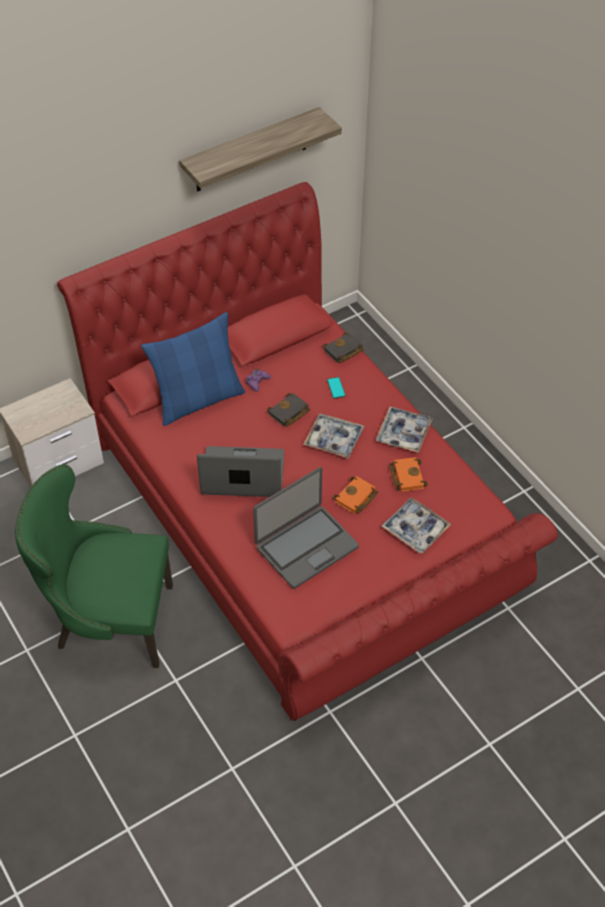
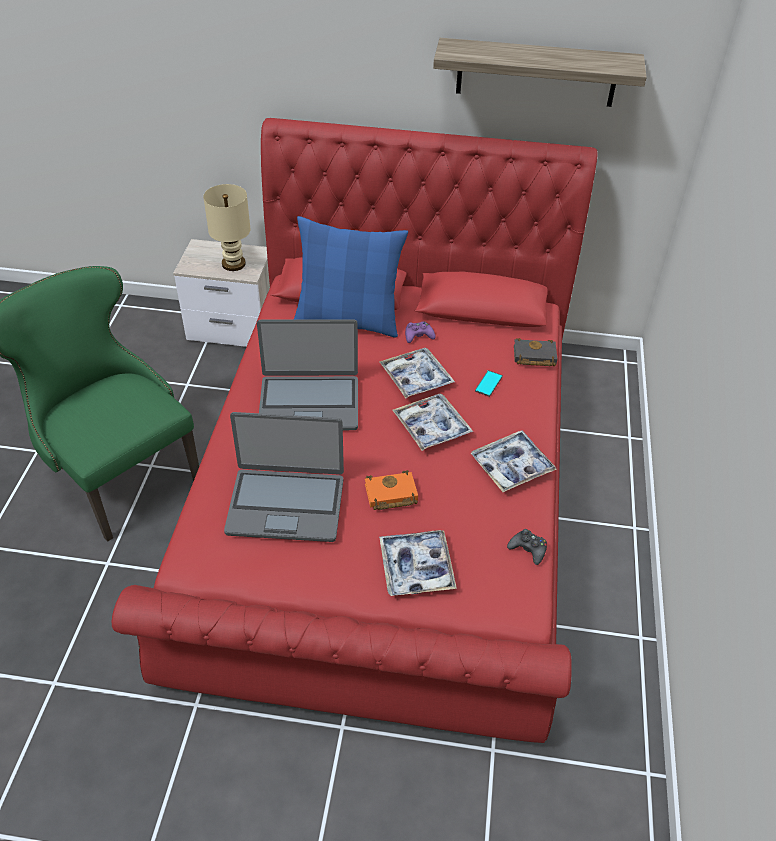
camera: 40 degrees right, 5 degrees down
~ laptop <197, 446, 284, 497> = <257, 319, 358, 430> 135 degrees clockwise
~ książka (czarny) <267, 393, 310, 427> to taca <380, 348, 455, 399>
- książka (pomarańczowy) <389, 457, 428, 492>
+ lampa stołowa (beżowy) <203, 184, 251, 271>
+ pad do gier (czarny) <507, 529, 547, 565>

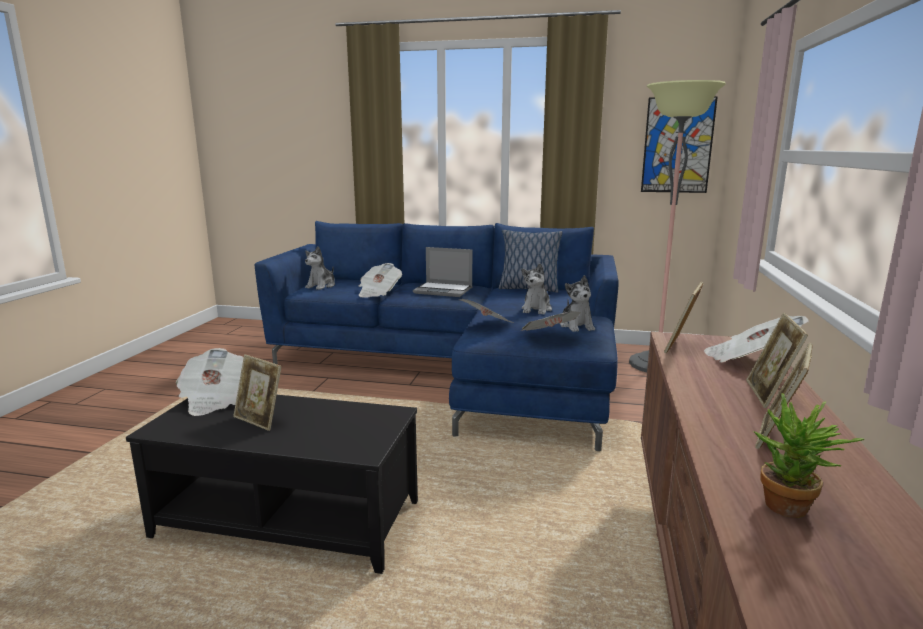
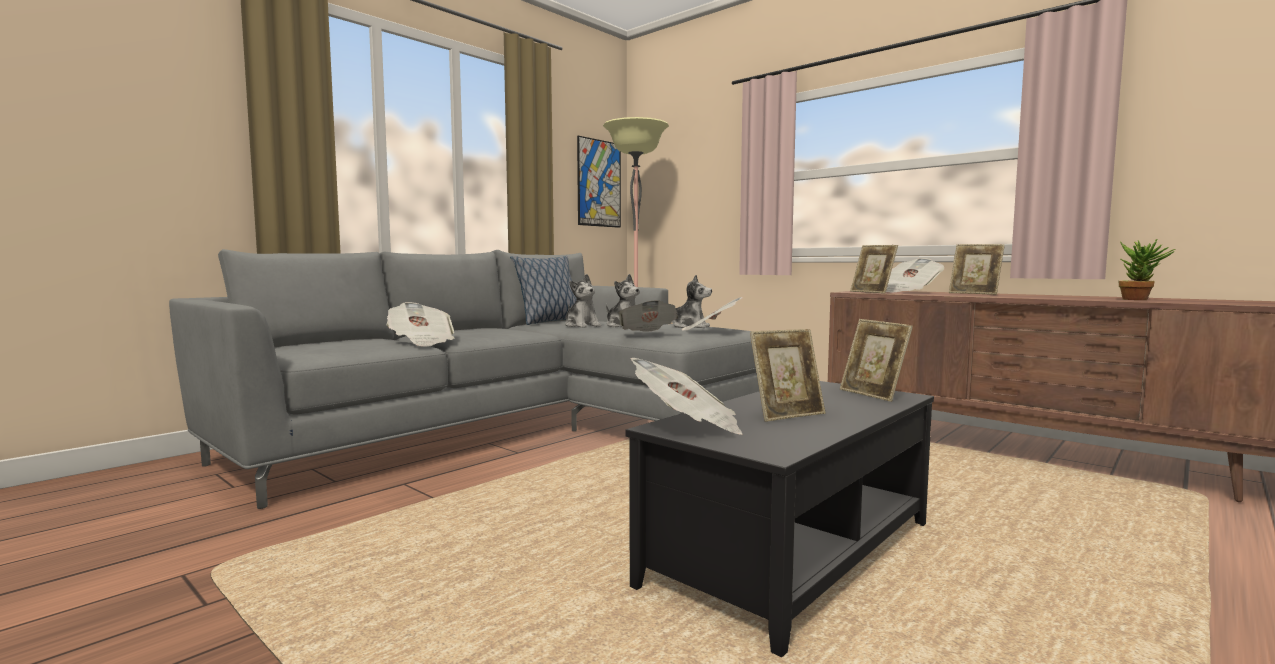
camera: 60 degrees left, 10 degrees down
~ kanapa (niebieski) <255, 221, 619, 451> to kanapa (szary) <169, 249, 759, 509>
~ pluszak <305, 246, 335, 290> to <565, 274, 601, 328>
- laptop <413, 247, 472, 297>
~ ramka na zdjęcie <755, 343, 813, 449> to <840, 319, 913, 402>

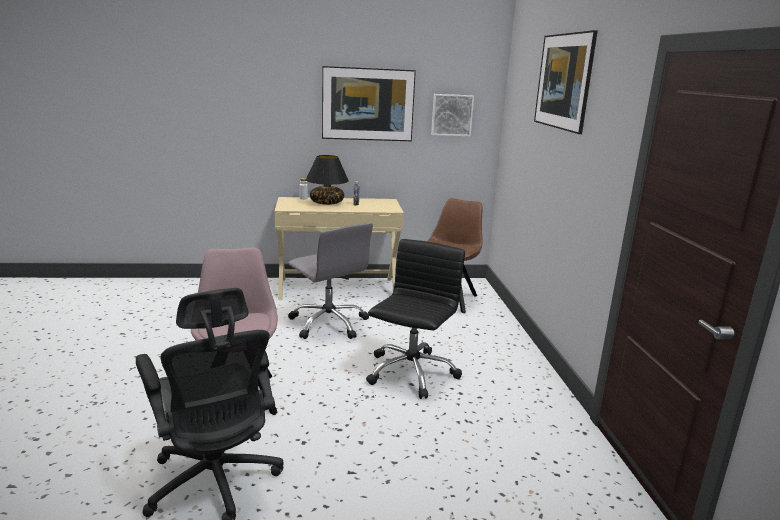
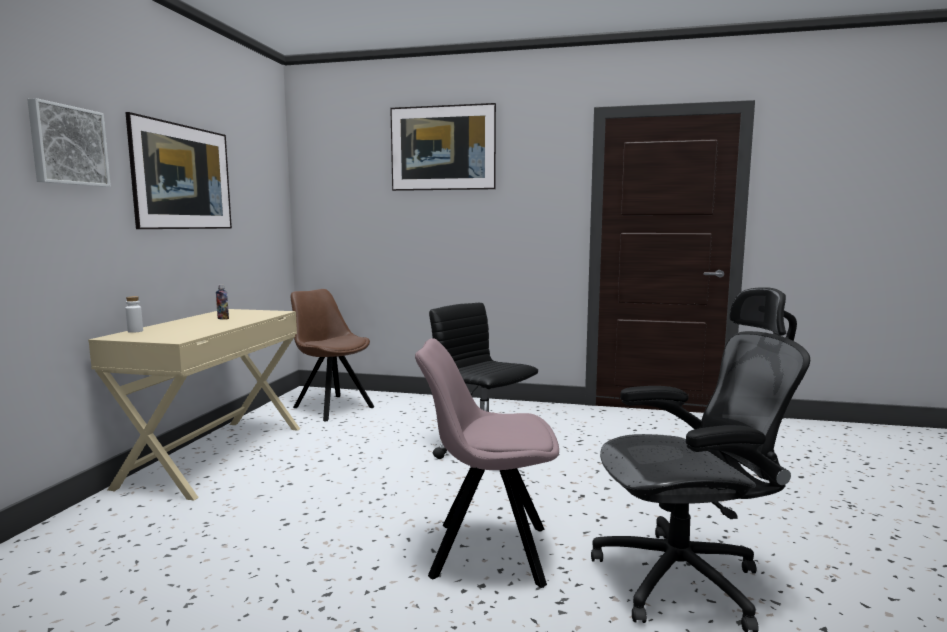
camera: 70 degrees left, 10 degrees down
- krzesło biurowe (szary) <288, 223, 373, 339>
- lampa stołowa (czarny) <306, 155, 349, 205>
~ obraz <431, 94, 474, 136> to <27, 98, 111, 187>

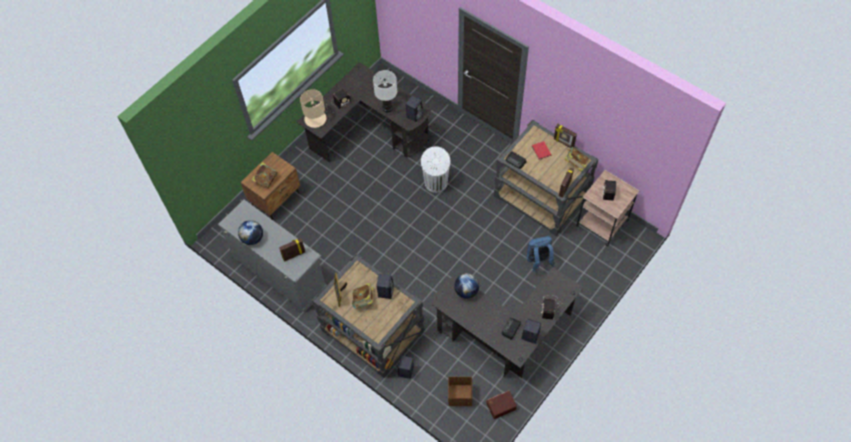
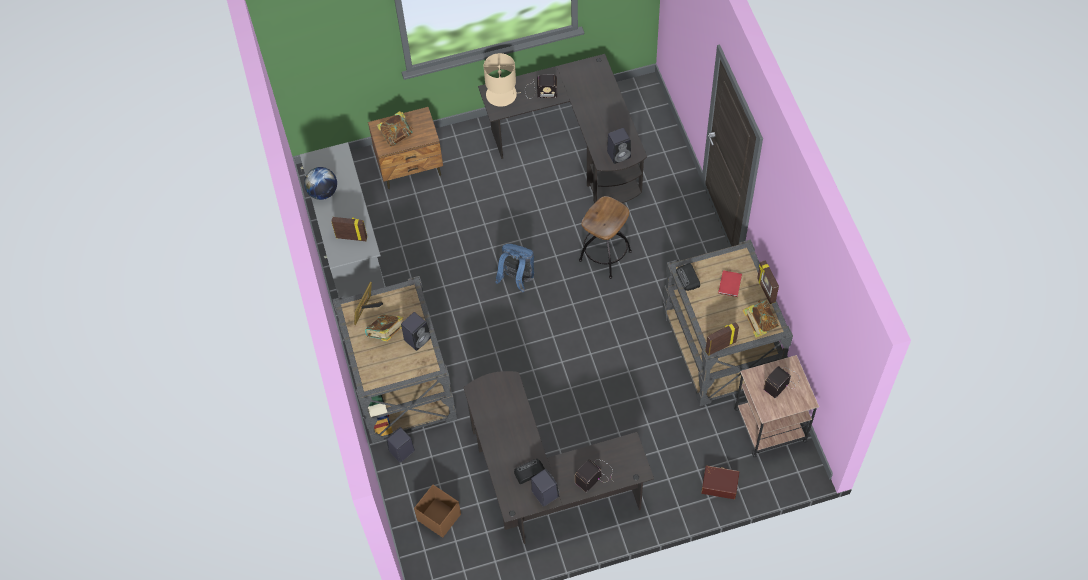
camera: 35 degrees right, 0 degrees up
- lampa stołowa (biały) <373, 70, 397, 112>
~ kosz na śmieci (biały) <421, 146, 450, 193> to stołek (brązowy) <579, 196, 632, 279>
- globus <454, 273, 479, 299>
~ pojemnik do przechowywania (brązowy) <486, 390, 517, 419> to <701, 465, 739, 499>
~ plecak (niebieski) <527, 236, 555, 271> to <495, 244, 534, 293>

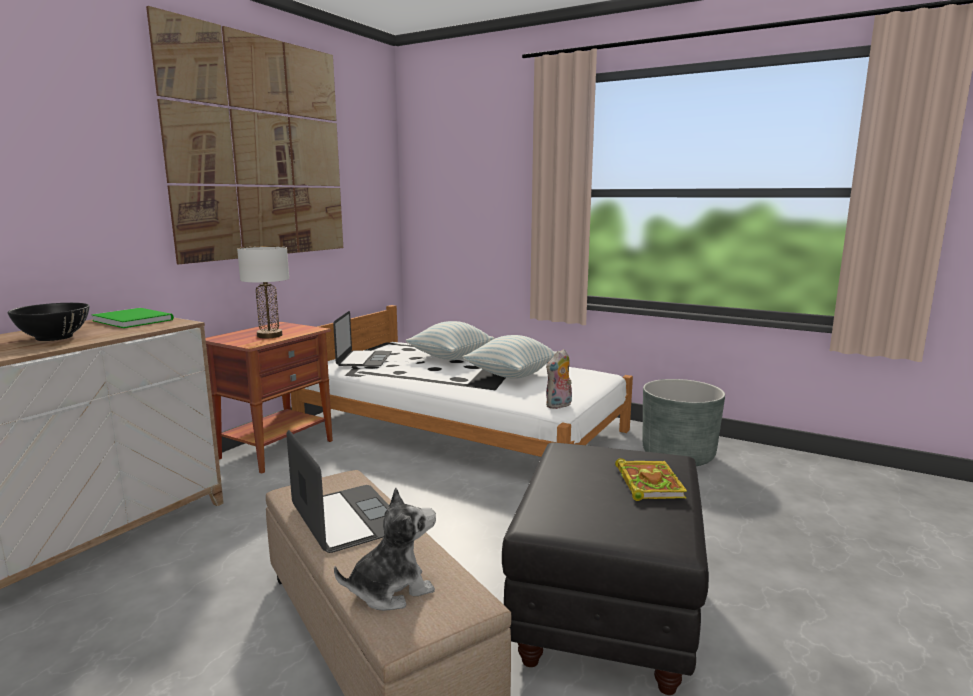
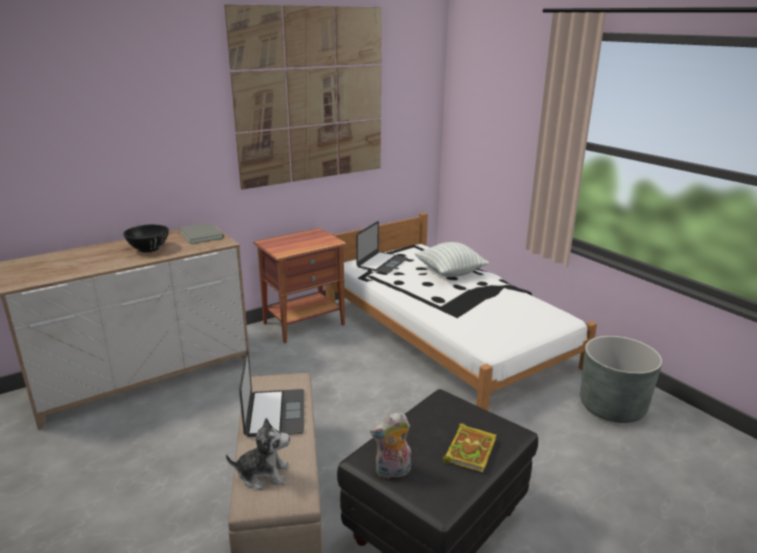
camera: 25 degrees right, 10 degrees up
~ książka (zielony) <92, 308, 174, 328> to książka (szary) <179, 223, 224, 244>
- lampa stołowa <237, 246, 289, 339>
- poduszka <463, 335, 556, 379>
~ pluszak <546, 349, 572, 409> to <370, 412, 411, 479>

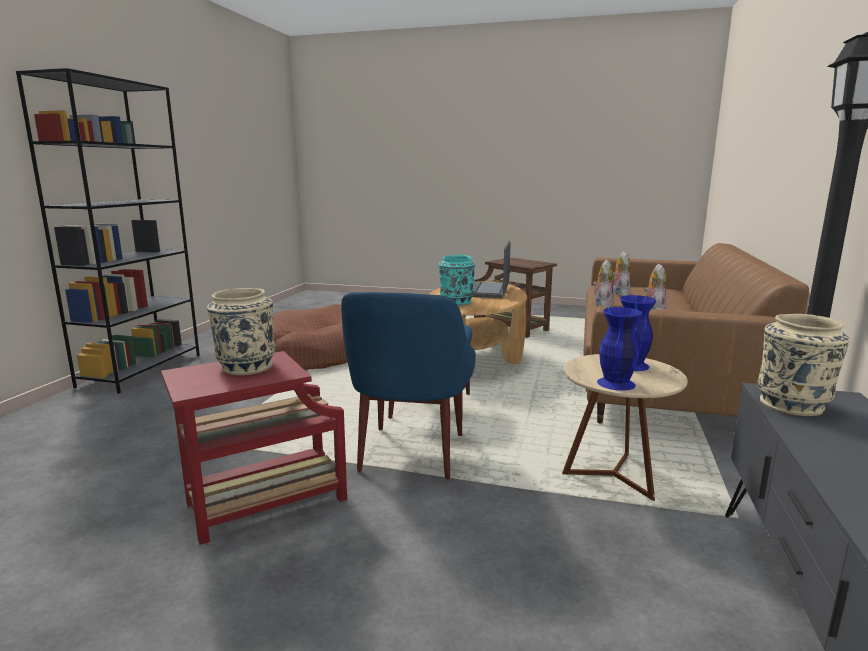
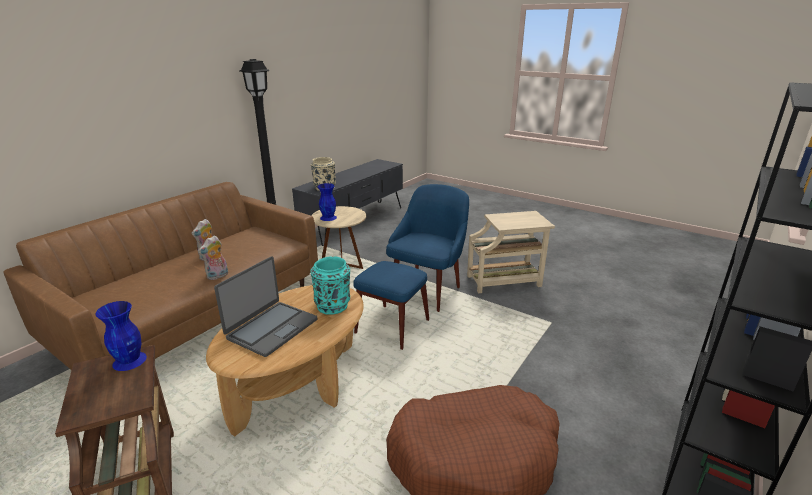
camera: 160 degrees left, 10 degrees up
~ stolik (czerwony) <161, 351, 347, 545> to stolik (beżowy) <467, 211, 555, 293>
- wazon (beżowy) <207, 288, 276, 375>
~ wazon (niebieski) <597, 307, 643, 391> to <95, 301, 147, 371>
- pluszak <613, 251, 631, 296>

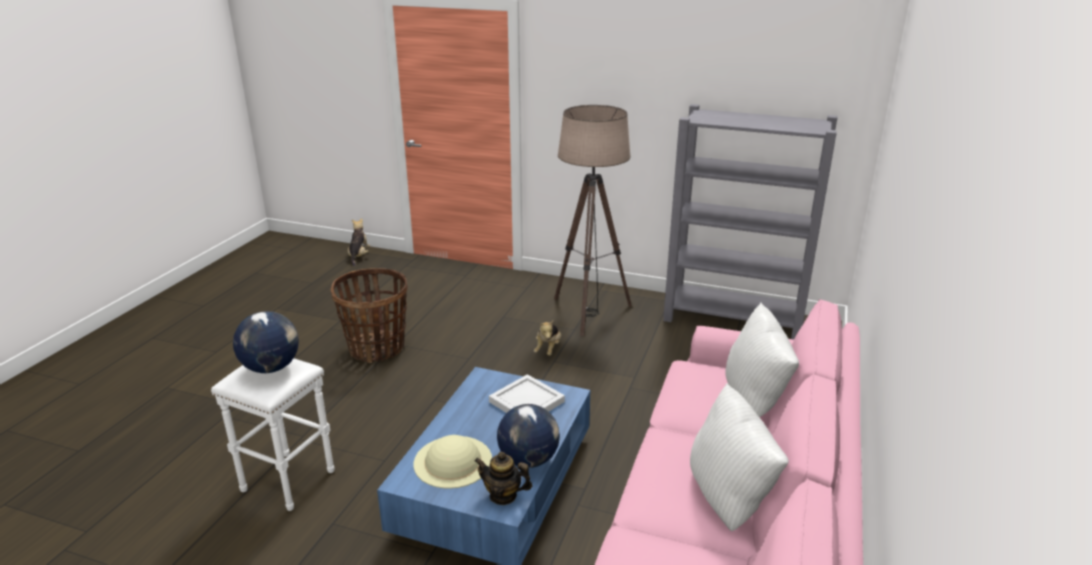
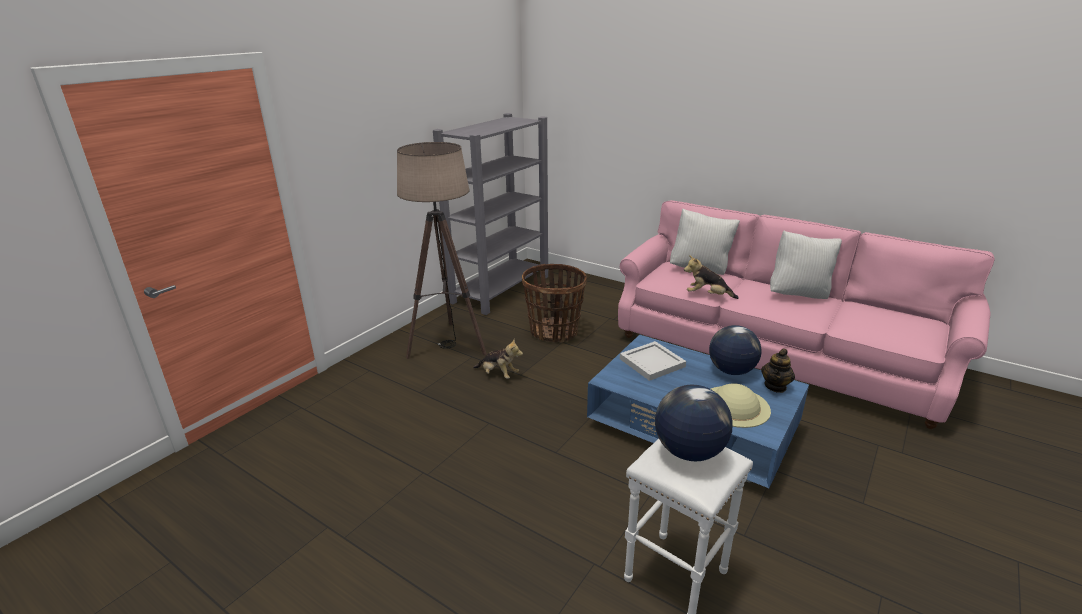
camera: 75 degrees left, 0 degrees up
~ koszyk <331, 268, 407, 363> to <522, 264, 587, 343>
~ pluszak <348, 218, 370, 267> to <684, 255, 739, 299>

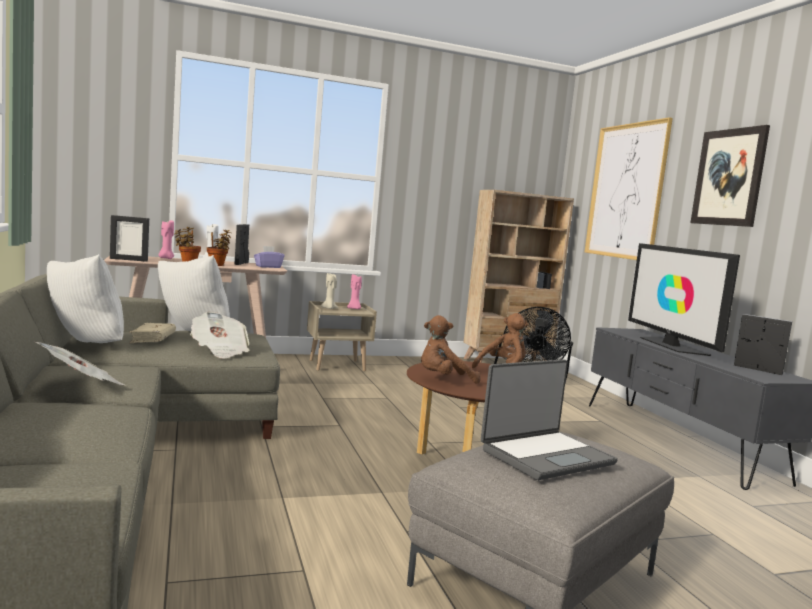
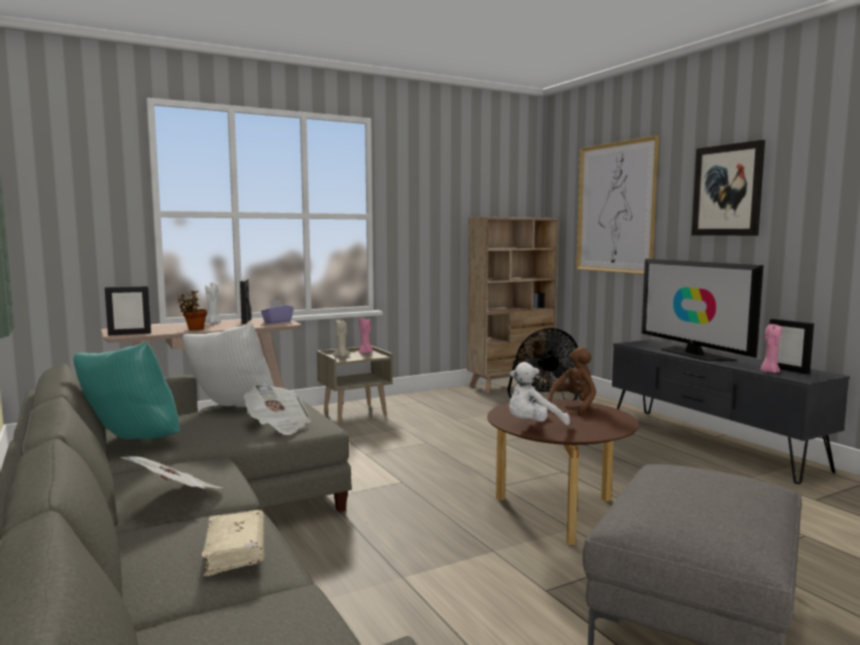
camera: 10 degrees left, 0 degrees up
~ poduszka (biały) <47, 254, 124, 343> to poduszka (turkusowy) <73, 342, 180, 440>
~ książka (beżowy) <129, 323, 176, 343> to <201, 510, 265, 577>
~ świeca (różowy) <158, 220, 174, 259> to <760, 324, 782, 373>
- roślina doniczkowa <207, 230, 231, 266>
~ pluszak (brązowy) <421, 315, 481, 384> to pluszak (biały) <509, 362, 570, 425>
- laptop <481, 359, 618, 480>
~ ramka na zdjęcie <734, 314, 792, 375> = <770, 319, 814, 374> 150 degrees counterclockwise

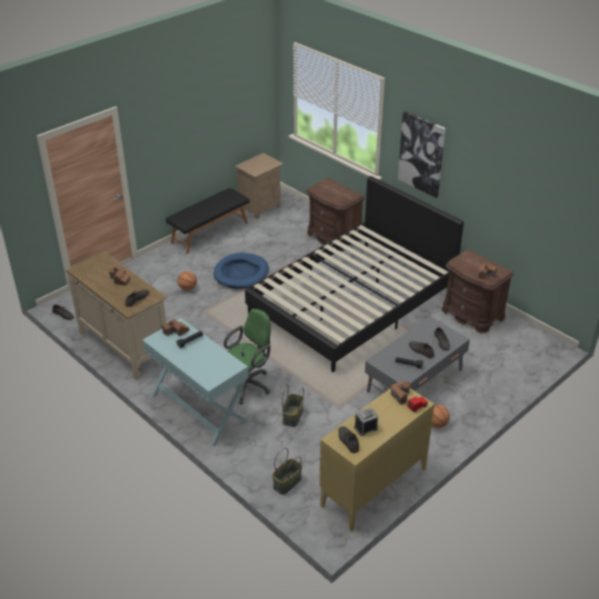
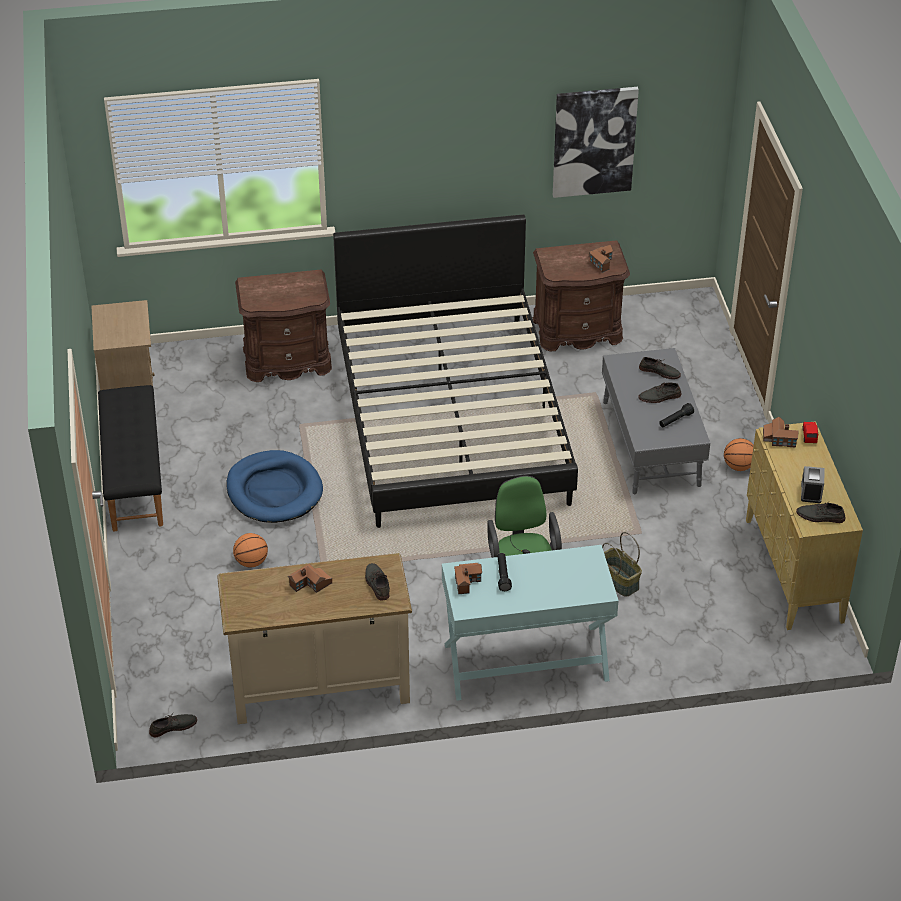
camera: 55 degrees left, 5 degrees up
- koszyk <272, 448, 302, 495>
~ obraz <398, 111, 446, 198> to <553, 87, 639, 198>

